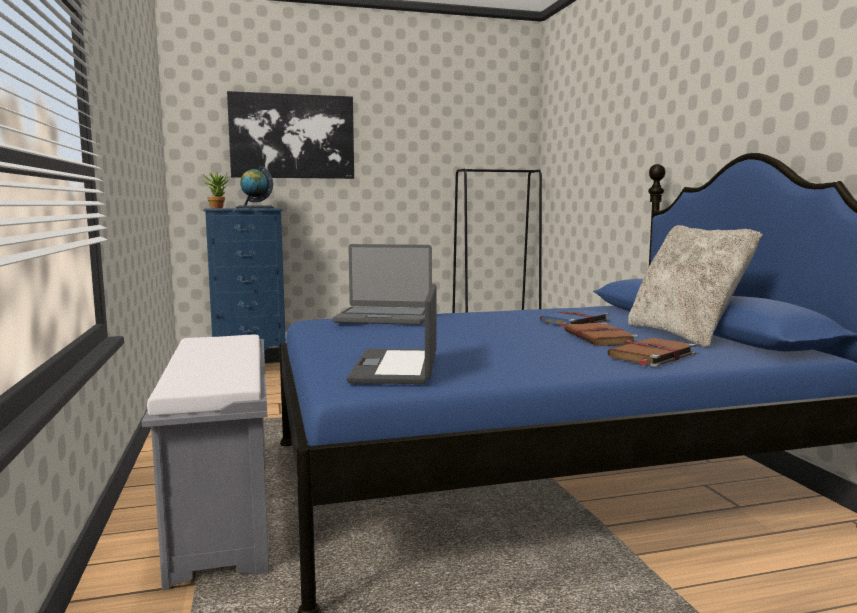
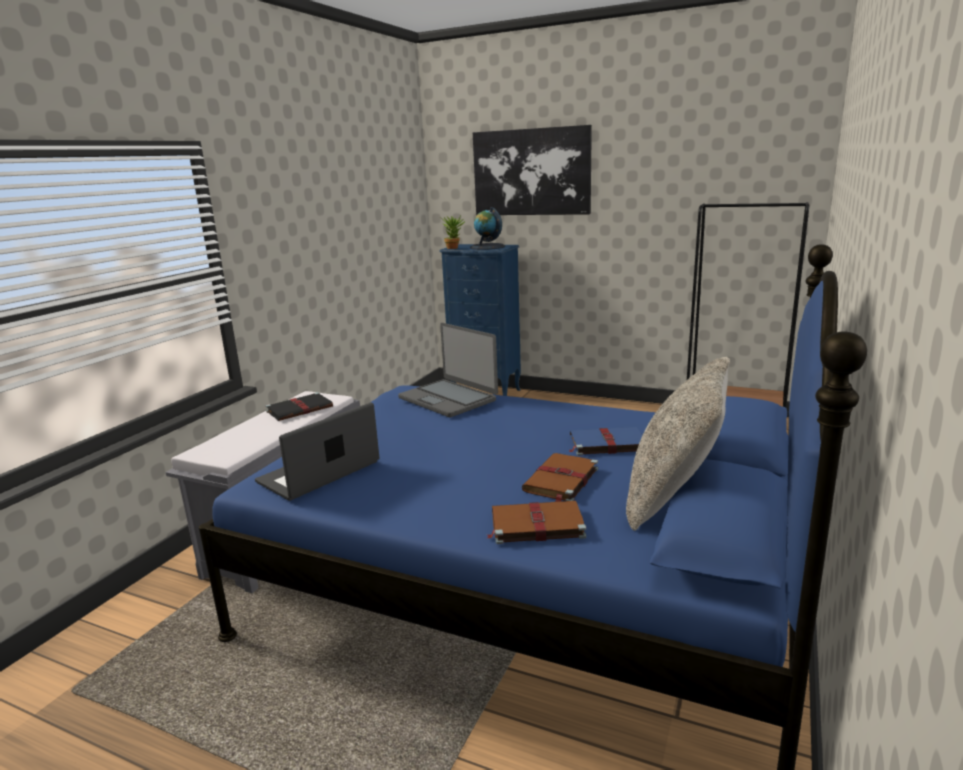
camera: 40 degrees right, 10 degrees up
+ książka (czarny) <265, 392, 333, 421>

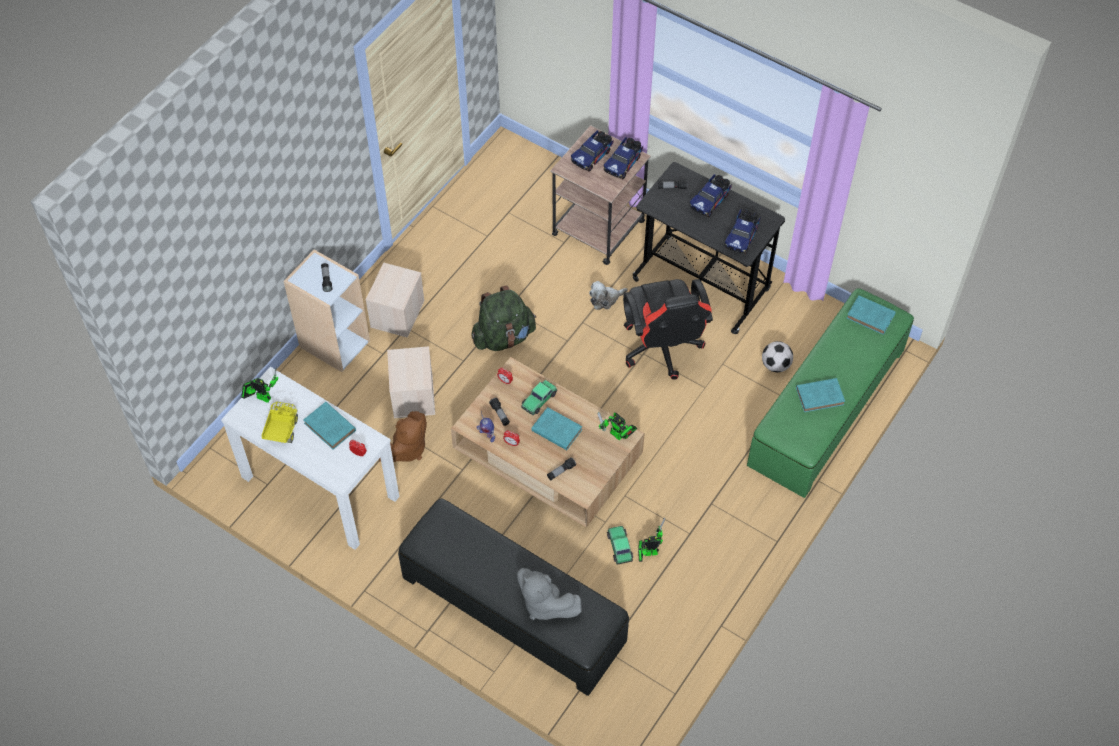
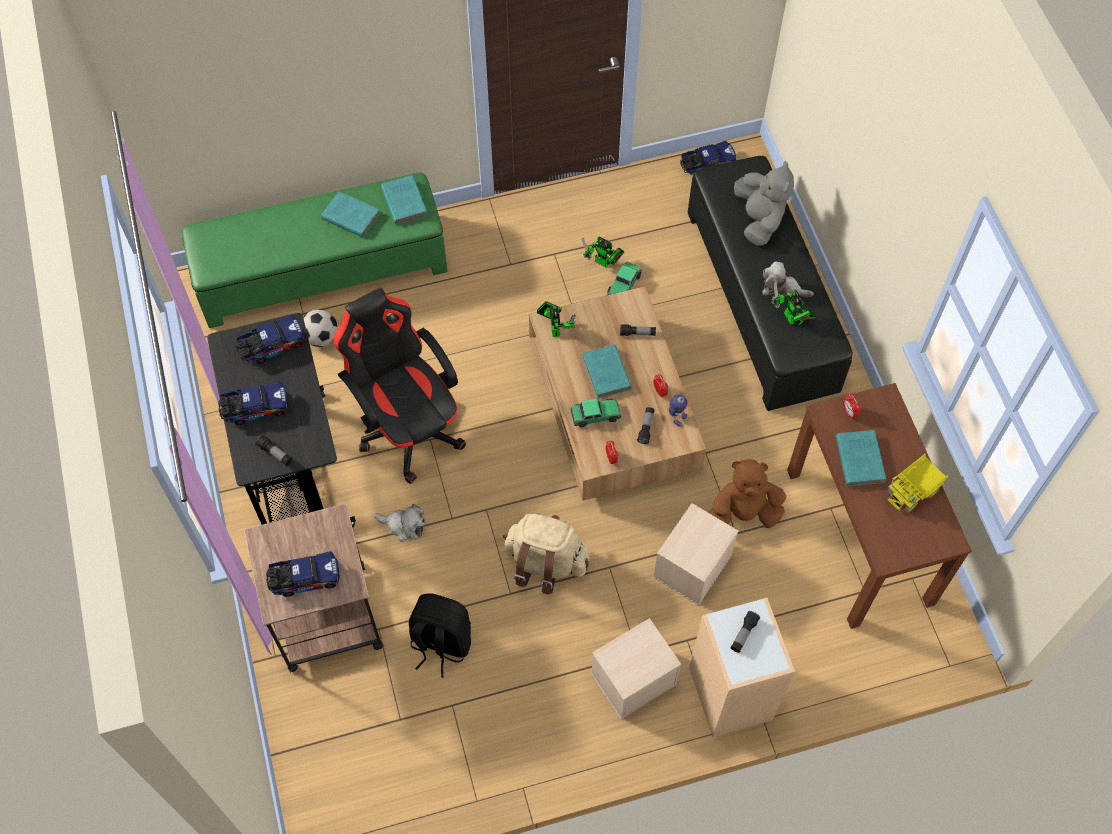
camera: 140 degrees left, 5 degrees up
~ stolik konsolowy (biały) <221, 367, 399, 550> to stolik konsolowy (brązowy) <787, 383, 972, 629>
~ robot zabawkowy <241, 366, 278, 403> to <772, 282, 816, 325>
~ plecak (zielony) <471, 285, 536, 351> to plecak (beżowy) <503, 514, 589, 594>
~ ciężarówka zabawkowa <604, 137, 643, 179> to <680, 141, 736, 175>
~ krzesło biurowe (czarny) <623, 279, 713, 380> = <333, 288, 466, 484> 60 degrees counterclockwise
~ książka (turkusowy) <847, 295, 896, 335> to <381, 175, 428, 225>
+ plecak (czarny) <409, 593, 471, 678>
+ pluszak <762, 261, 814, 301>

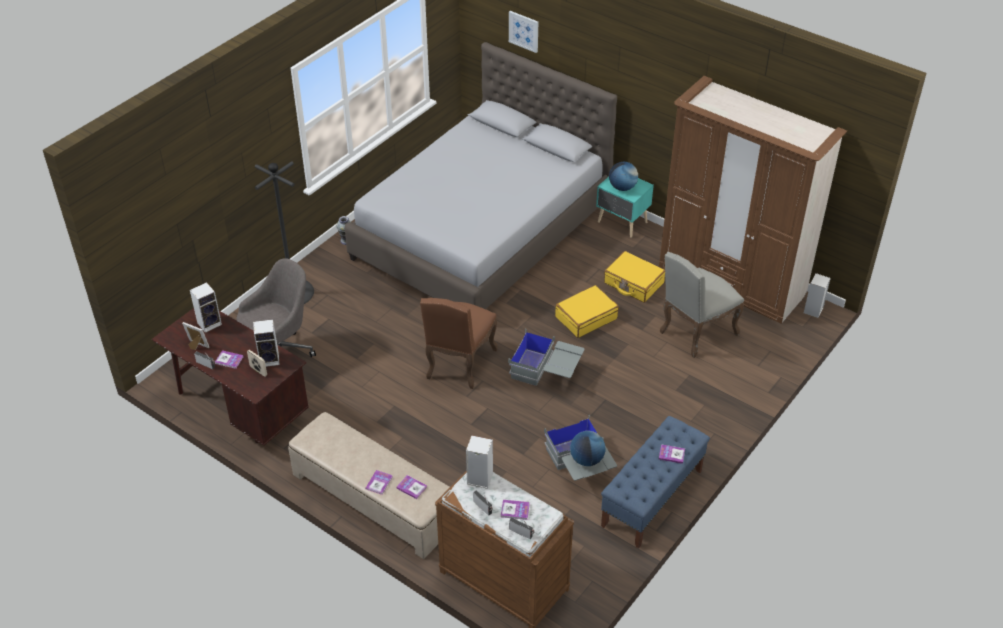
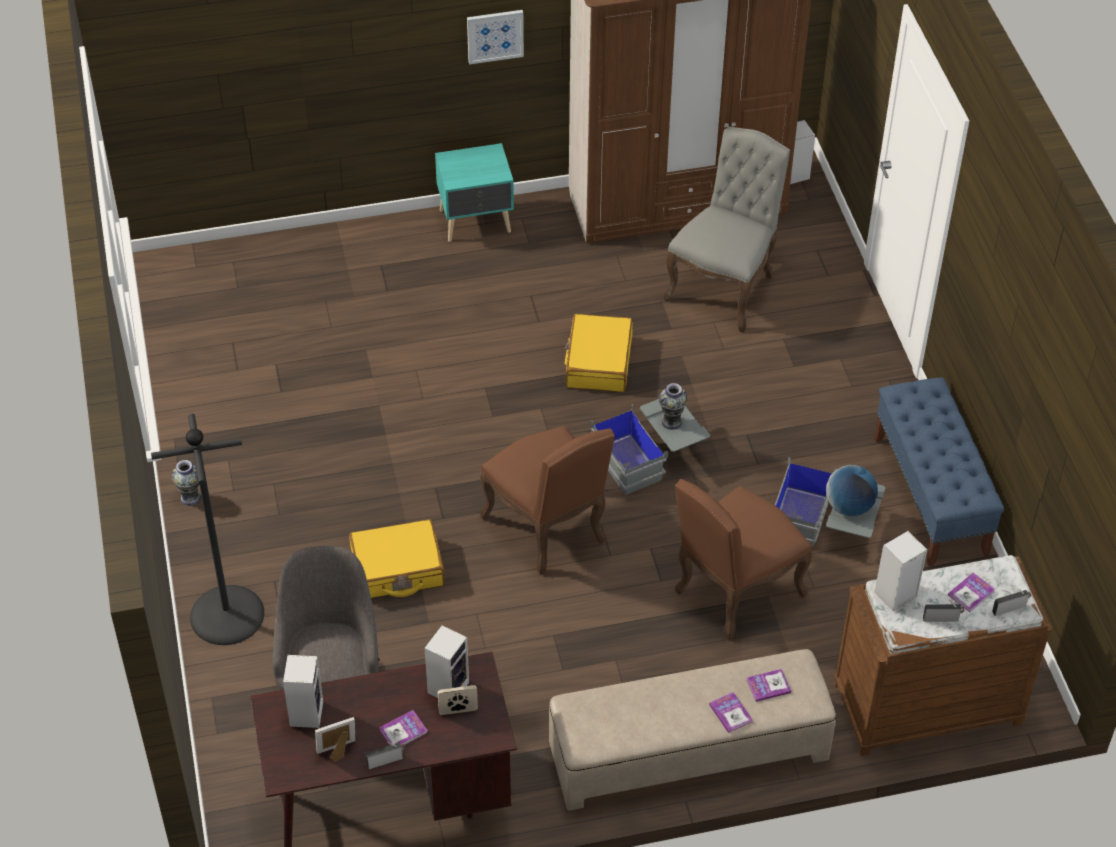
camera: 50 degrees left, 5 degrees up
- łóżko (szary) <345, 42, 617, 309>
~ obraz <509, 11, 538, 53> to <467, 10, 524, 64>
~ walizka (żółty) <604, 251, 665, 302> to <349, 519, 445, 598>
- globus <609, 162, 638, 191>
- książka <659, 444, 685, 464>
~ krzesło (szary) <660, 252, 744, 358> = <663, 127, 790, 333> 150 degrees counterclockwise
+ wazon <659, 383, 687, 430>
+ krzesło (brązowy) <675, 479, 812, 640>

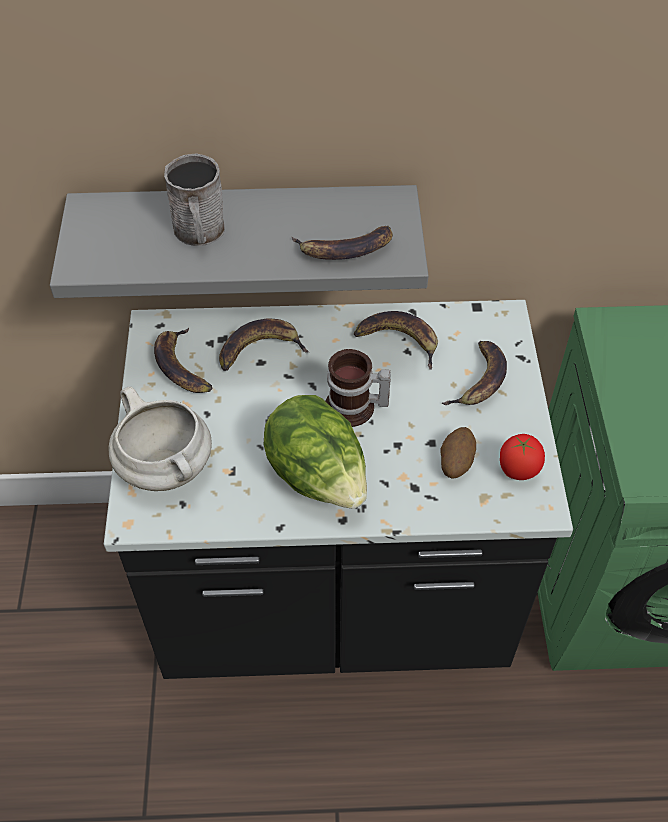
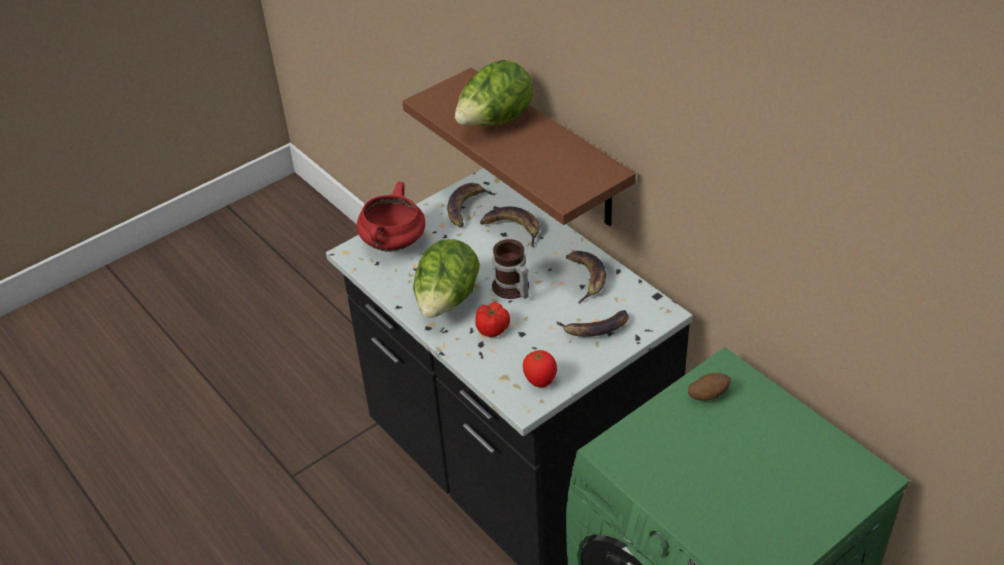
camera: 55 degrees right, 10 degrees down
~ półka (szary) <50, 185, 429, 298> to półka (brązowy) <402, 68, 636, 226>
~ garnek (biały) <109, 386, 212, 491> to garnek (czerwony) <357, 182, 425, 252>
~ kubek (szary) <164, 153, 225, 246> to sałata <455, 60, 534, 126>
- banan <292, 226, 393, 260>
~ ziemniak <440, 427, 476, 479> to <688, 373, 731, 401>
+ pomidor <475, 302, 510, 337>

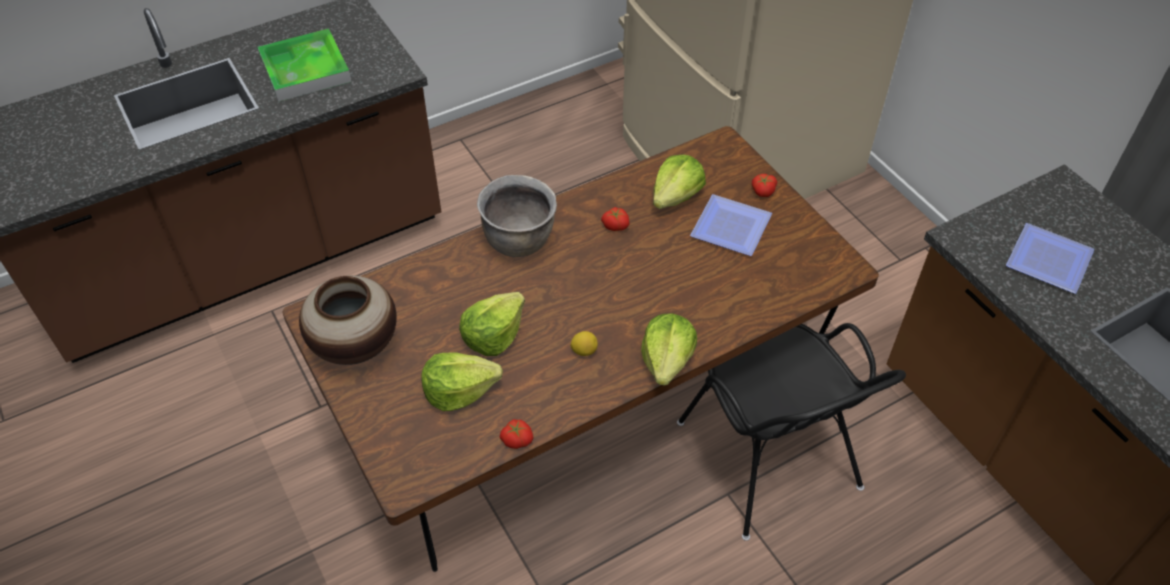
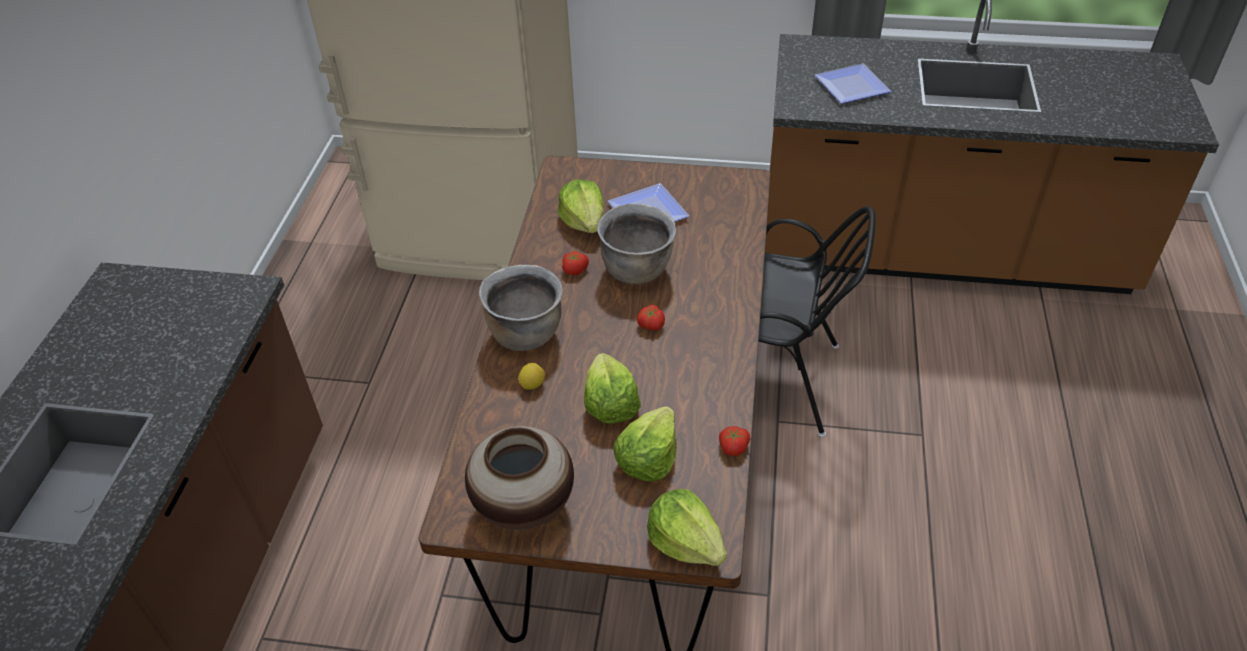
camera: 50 degrees left, 5 degrees down
- taca <258, 29, 351, 102>
~ cytryna <571, 331, 598, 356> to <518, 363, 545, 390>
~ sałata <641, 313, 697, 386> to <647, 489, 727, 566>
~ pomidor <752, 174, 777, 197> to <637, 305, 665, 330>
+ garnek (brązowy) <597, 204, 676, 284>

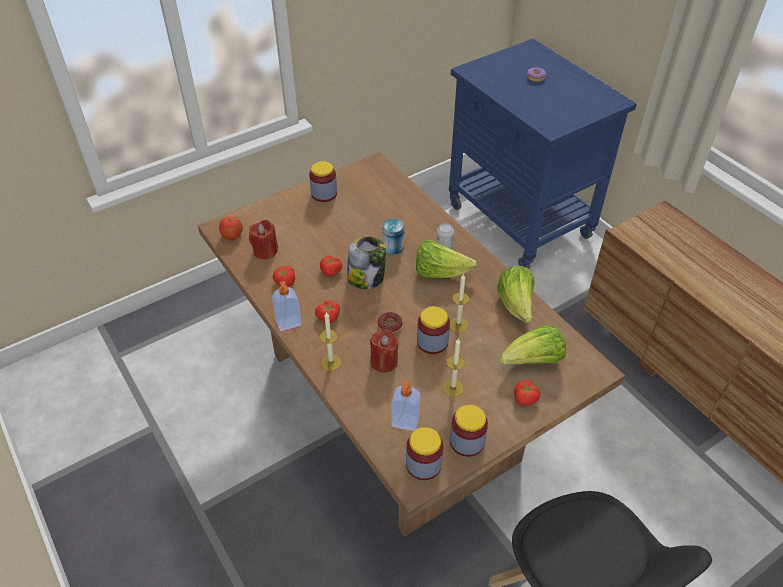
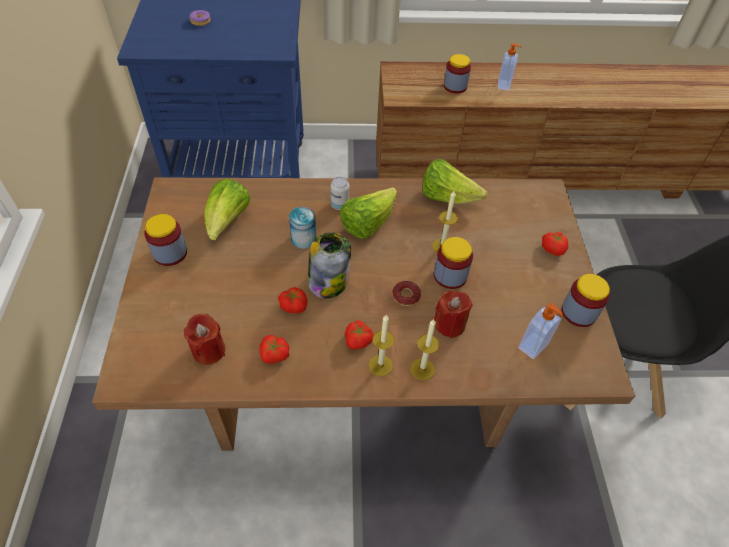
camera: 60 degrees left, 5 degrees up
- jabłko <219, 216, 243, 241>
~ dozownik mydła <272, 281, 302, 331> to <498, 44, 522, 90>
~ słoik <406, 427, 443, 480> to <444, 54, 471, 94>
~ świeca <443, 339, 465, 397> to <369, 315, 394, 376>
~ sałata <500, 325, 566, 365> to <205, 179, 250, 241>

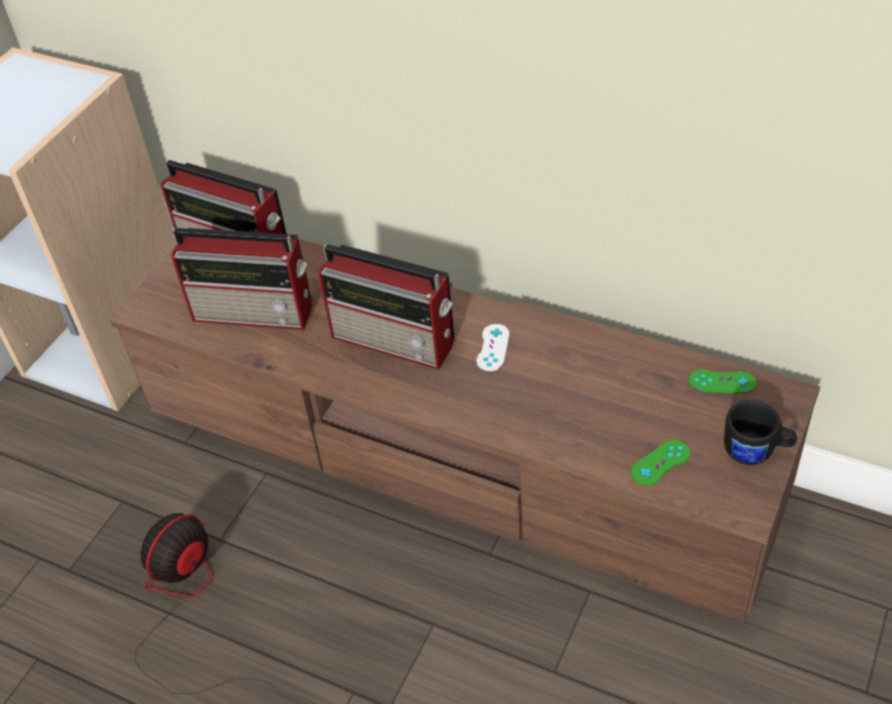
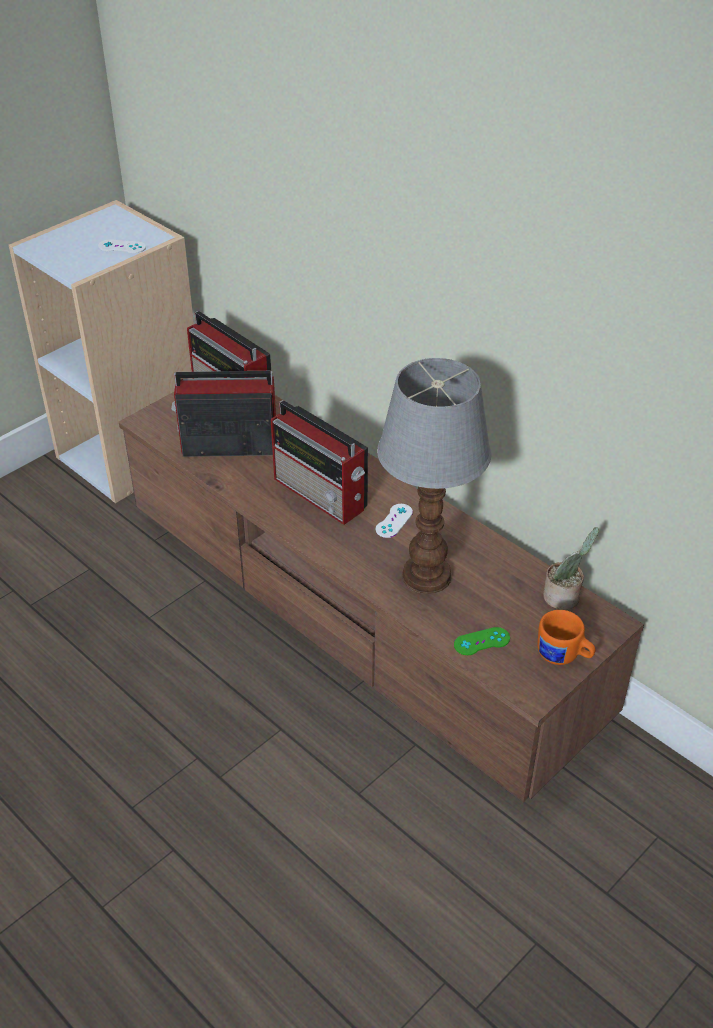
camera: 15 degrees right, 5 degrees down
- wentylator <135, 513, 283, 695>
~ radio <171, 228, 312, 330> = <171, 371, 276, 457> 150 degrees clockwise
~ pad do gier (zielony) <689, 369, 756, 394> to roślina doniczkowa <543, 527, 599, 610>
~ kubek (czarny) <724, 400, 797, 465> to kubek (pomarańczowy) <537, 610, 595, 665>
+ pad do gier (biały) <98, 239, 146, 253>
+ lampa stołowa <377, 358, 492, 594>

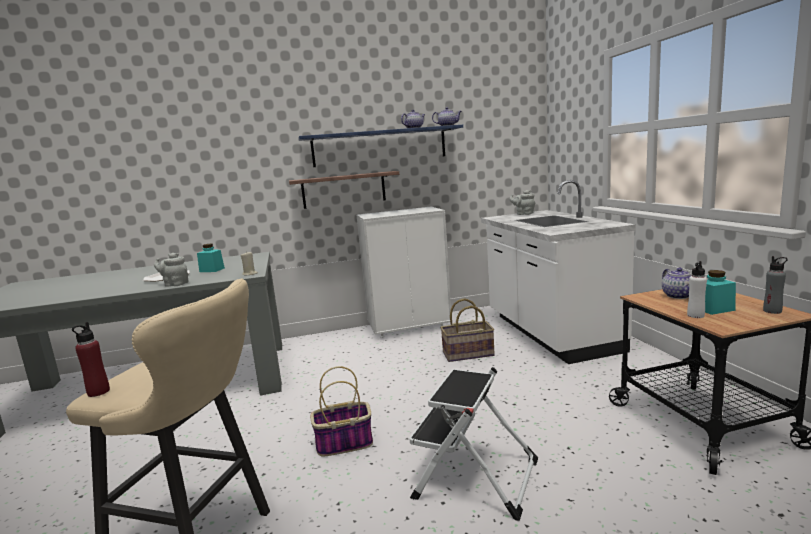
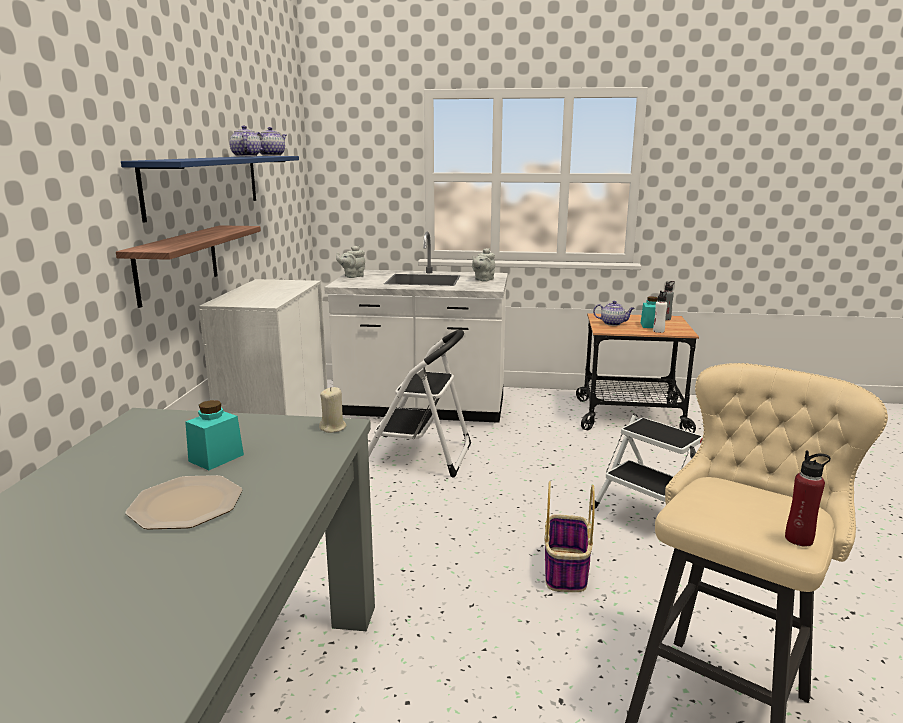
camera: 70 degrees left, 5 degrees up
~ imbryk (szary) <154, 253, 189, 287> to <472, 248, 495, 282>
~ koszyk <440, 298, 495, 362> to drabinka <368, 329, 471, 478>

